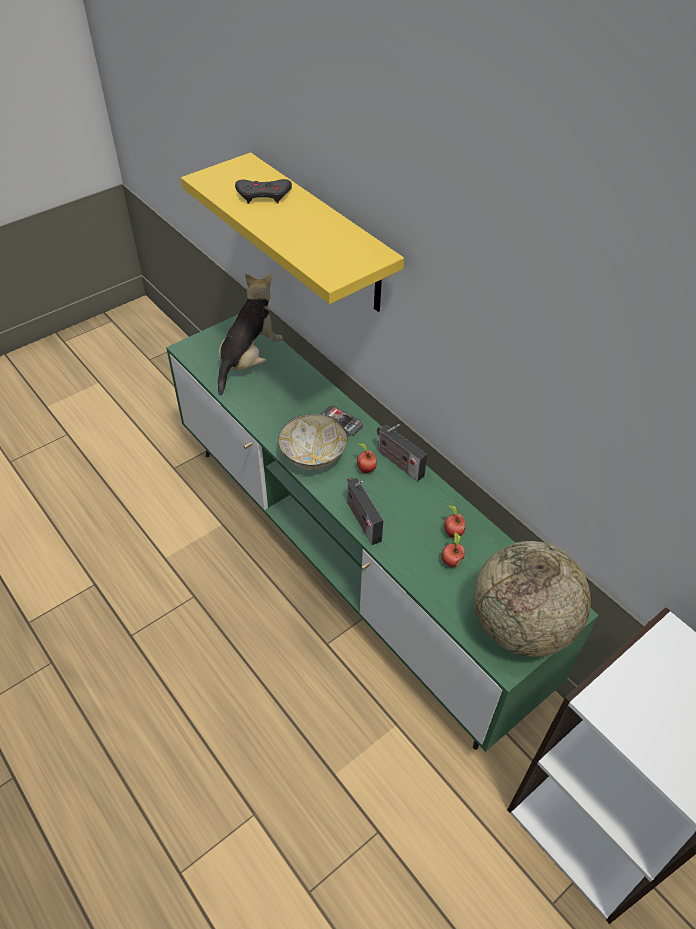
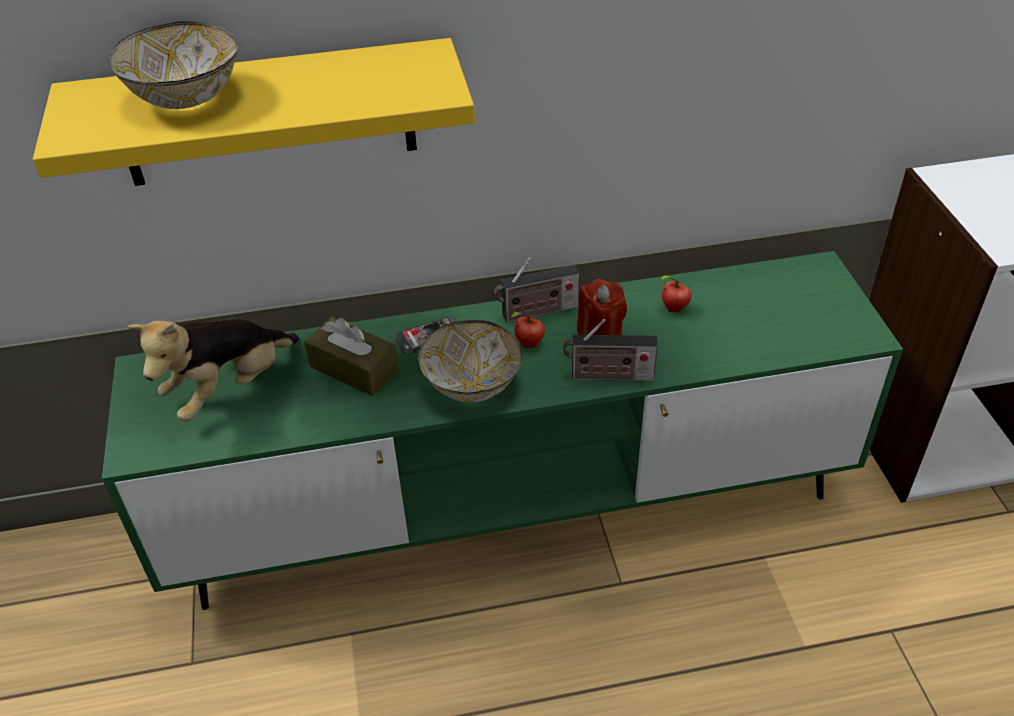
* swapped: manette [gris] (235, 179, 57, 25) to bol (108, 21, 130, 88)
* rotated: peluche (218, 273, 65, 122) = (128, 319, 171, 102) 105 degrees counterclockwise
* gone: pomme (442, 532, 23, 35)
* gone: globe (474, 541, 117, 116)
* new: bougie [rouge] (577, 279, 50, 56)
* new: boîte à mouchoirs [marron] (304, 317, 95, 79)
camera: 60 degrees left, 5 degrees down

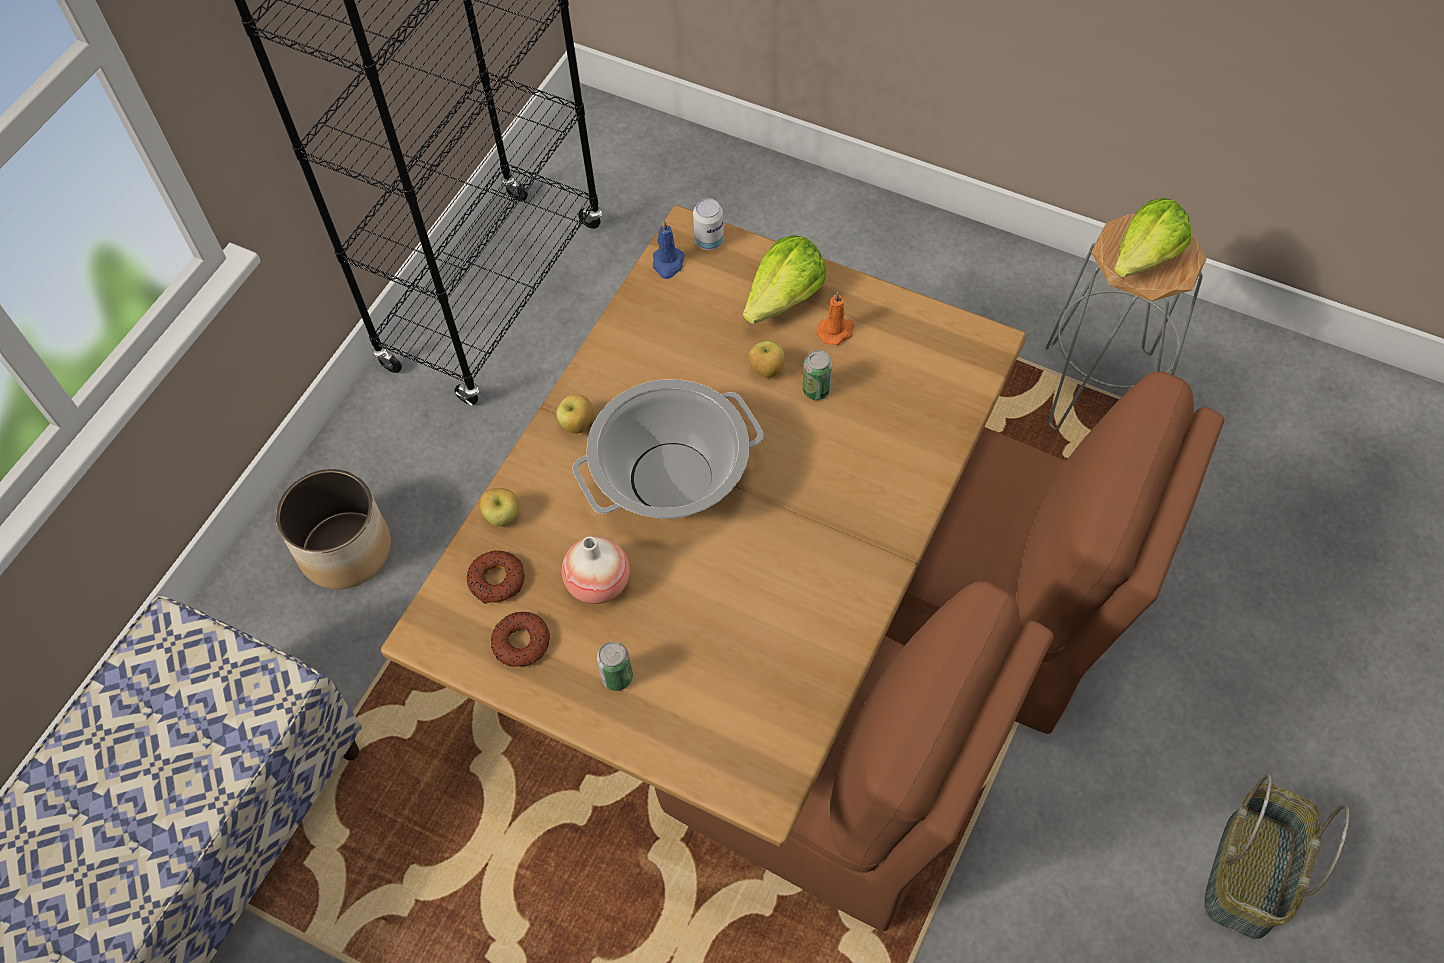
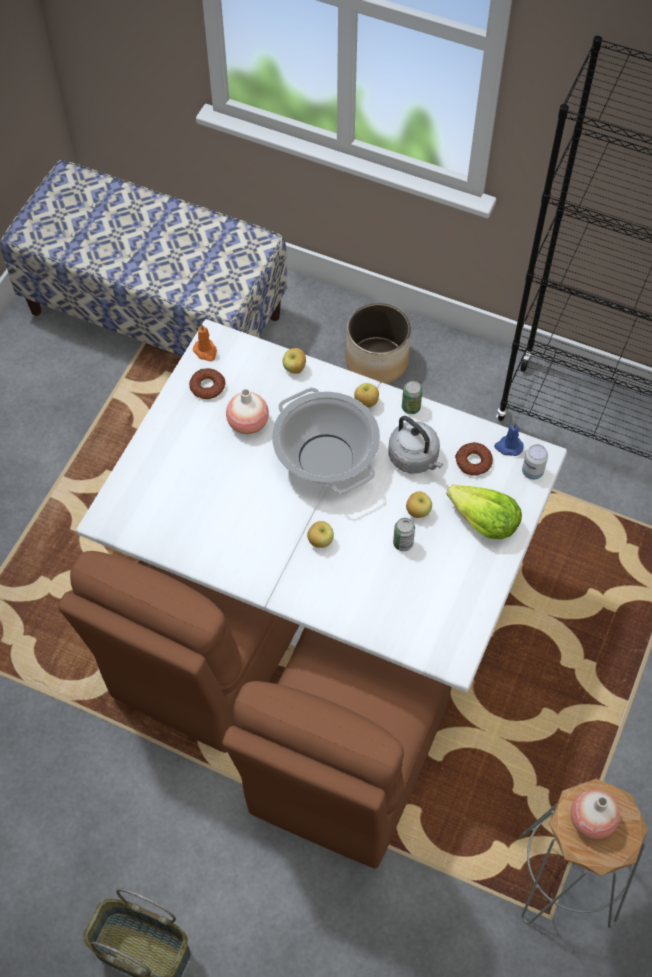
* swapped: laitue (1114, 198, 77, 79) to vase (571, 790, 49, 49)
* repainted: table à manger [marron] (381, 205, 645, 642) to table à manger [blanc] (76, 319, 491, 373)
* shifted: bougie [orange] (817, 291, 38, 54) to (193, 324, 24, 37)
* shifted: beignet (466, 550, 59, 54) to (455, 442, 38, 34)
* shifted: boîte métallique (597, 642, 36, 49) to (402, 381, 21, 33)
* new: bouilloire [gris] (388, 416, 55, 58)
* new: pomme (307, 521, 27, 27)
camera: 85 degrees right, 0 degrees up

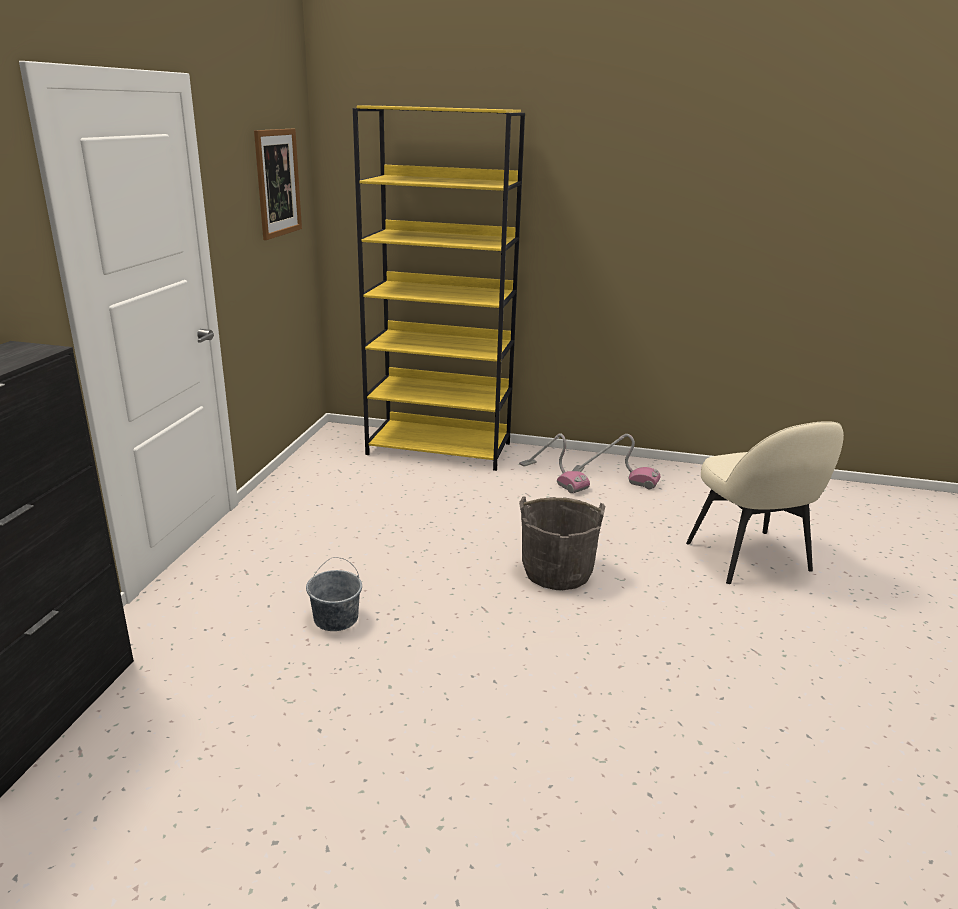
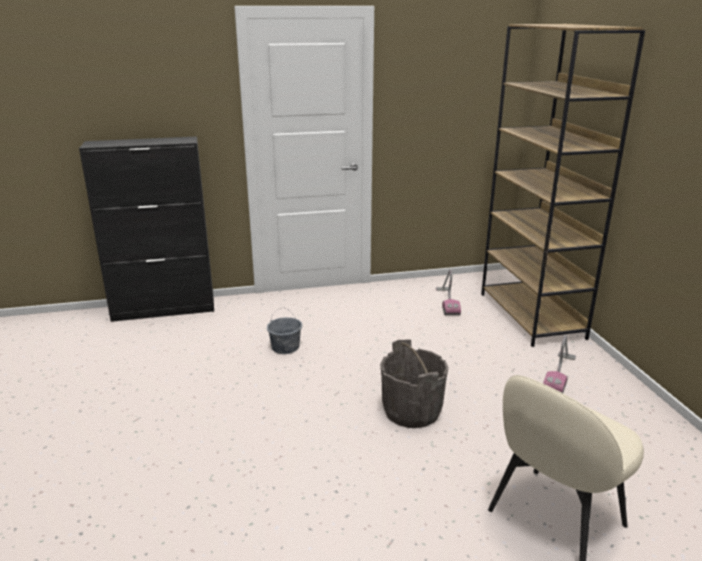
* repainted: bibliothèque [jaune] (353, 105, 172, 366) to bibliothèque [marron] (481, 24, 164, 323)
* gone: tableau (254, 129, 48, 111)
* shifted: aspirateur (572, 434, 88, 55) to (436, 269, 25, 46)
camera: 65 degrees right, 0 degrees up

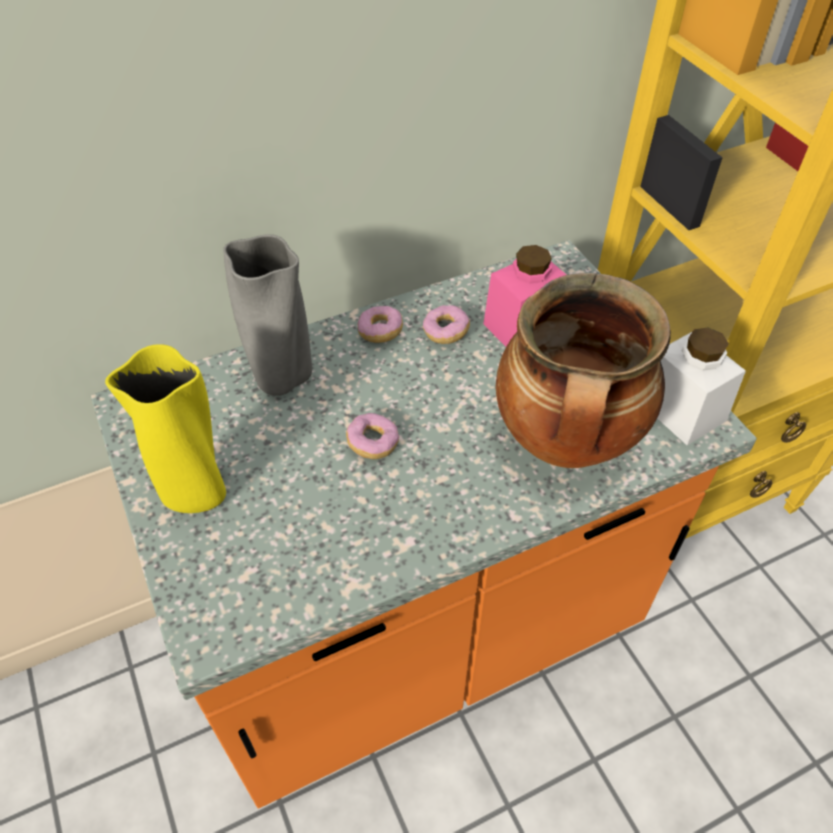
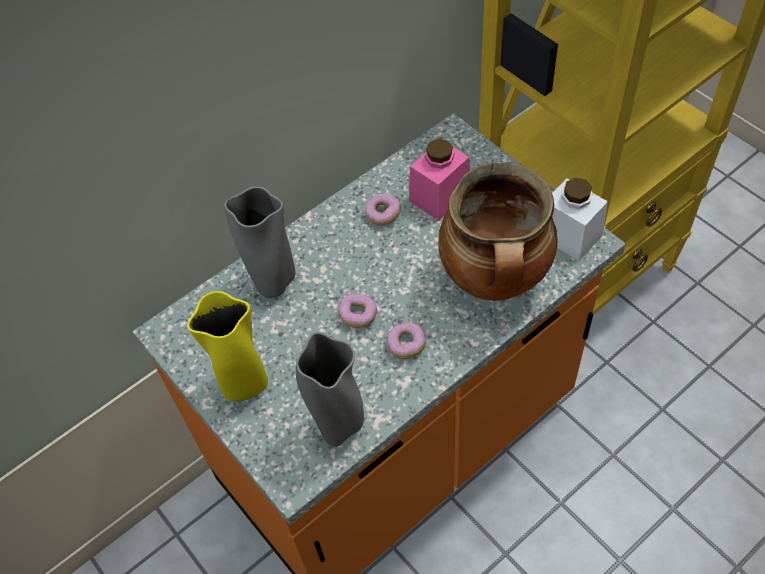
* shifted: beignet (358, 306, 45, 37) to (387, 322, 39, 37)
* new: vase [gris] (296, 332, 68, 115)
camera: 10 degrees left, 5 degrees up

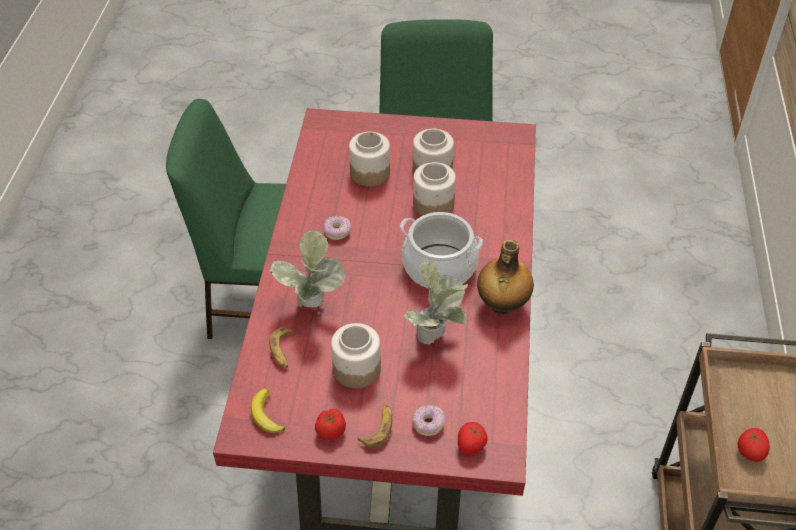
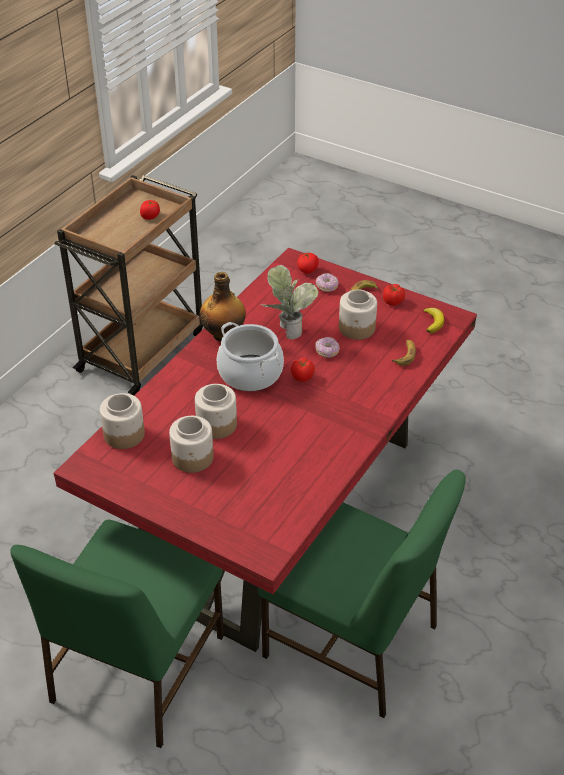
* shifted: bocal (349, 131, 41, 56) to (100, 393, 45, 56)
* shifted: beignet (324, 216, 27, 24) to (315, 337, 25, 21)
* gone: plante en pot (269, 230, 77, 78)
* new: tomate (291, 358, 24, 24)
camera: 155 degrees left, 5 degrees down

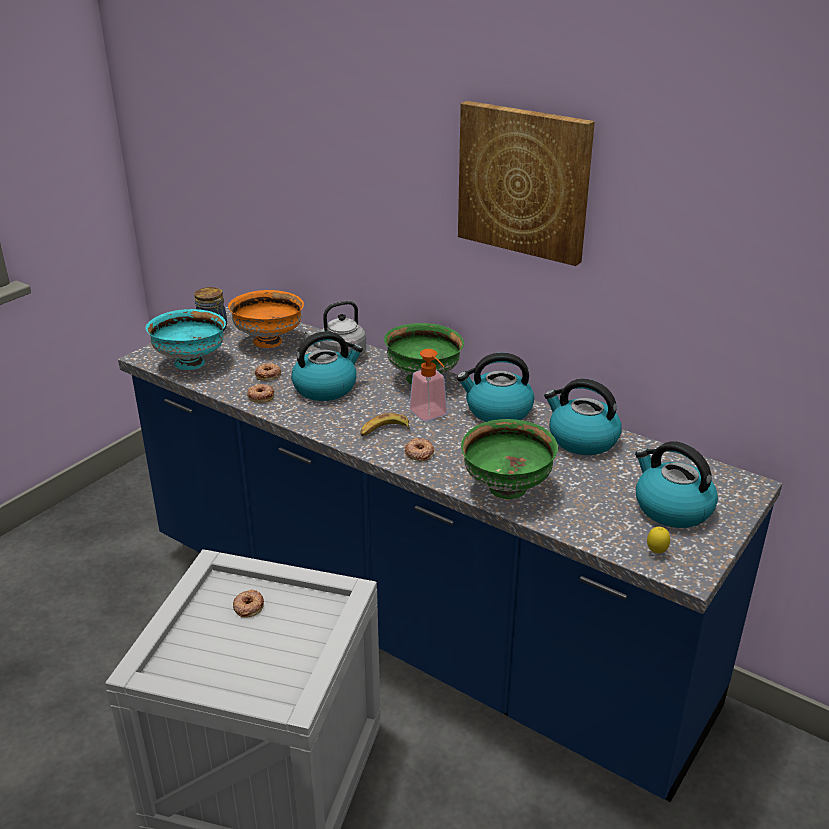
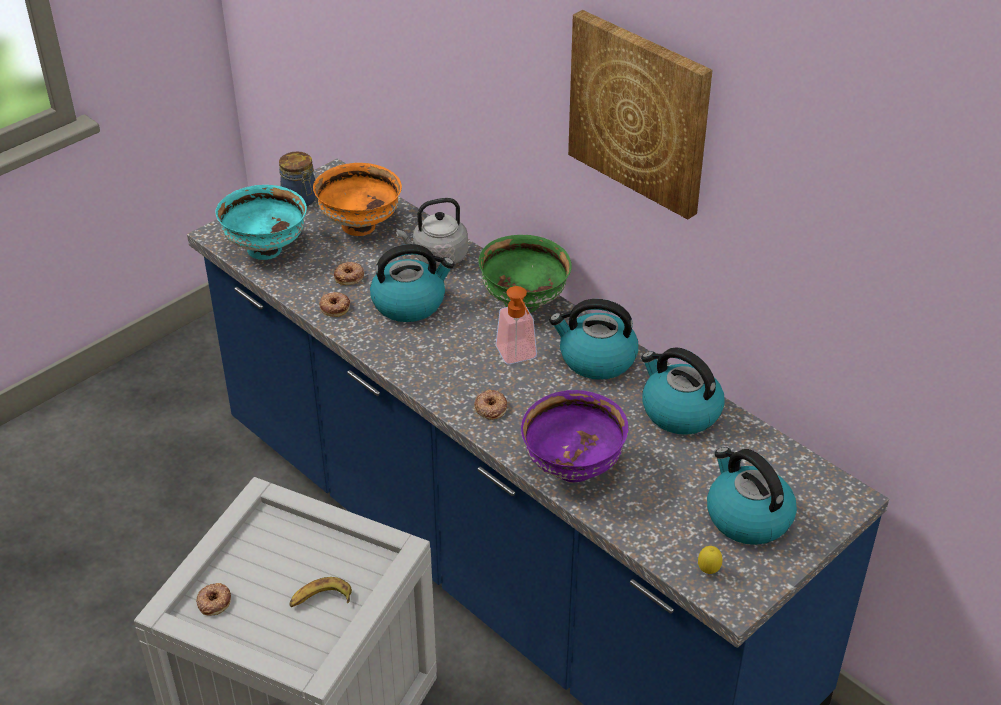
* shifted: banane (360, 413, 50, 23) to (289, 577, 63, 30)
* repainted: bol [vert] (461, 419, 97, 80) to bol [violet] (521, 390, 107, 92)
* shifted: beignet (233, 590, 31, 28) to (196, 583, 35, 33)
camera: 10 degrees right, 10 degrees up

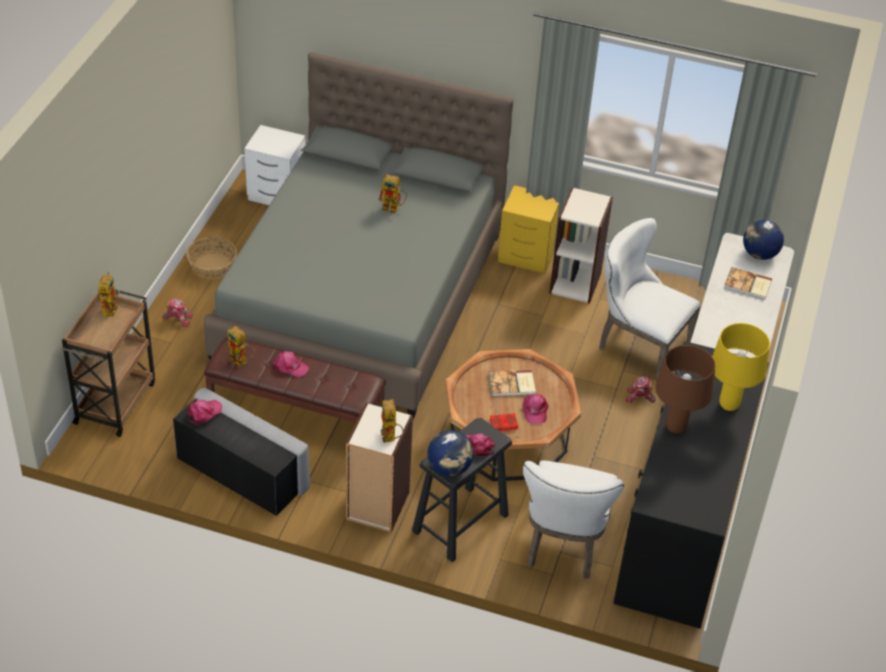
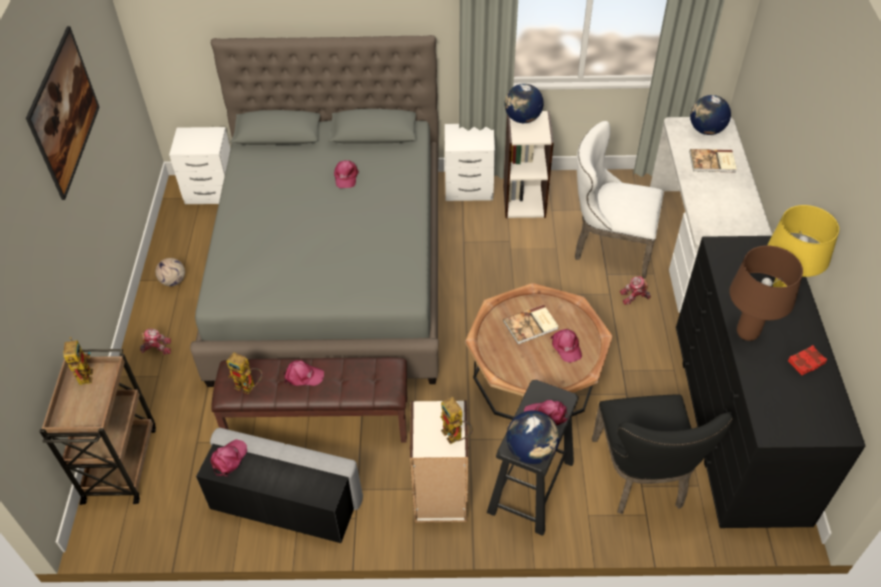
* swapped: robot jouet (378, 175, 29, 38) to casquette [rose] (334, 160, 25, 28)
* repainted: table de chevet [jaune] (498, 185, 61, 89) to table de chevet [blanc] (445, 124, 50, 77)
* swapped: panier (186, 237, 51, 42) to ballon de foot (155, 258, 30, 28)
* shifted: livre [rouge] (490, 413, 29, 18) to (788, 345, 39, 30)
* repainted: chaise [blanc] (523, 460, 101, 119) to chaise [noir] (592, 394, 141, 120)
* new: tableau (26, 26, 74, 174)
* new: globe (505, 84, 39, 39)
camera: 15 degrees left, 5 degrees up

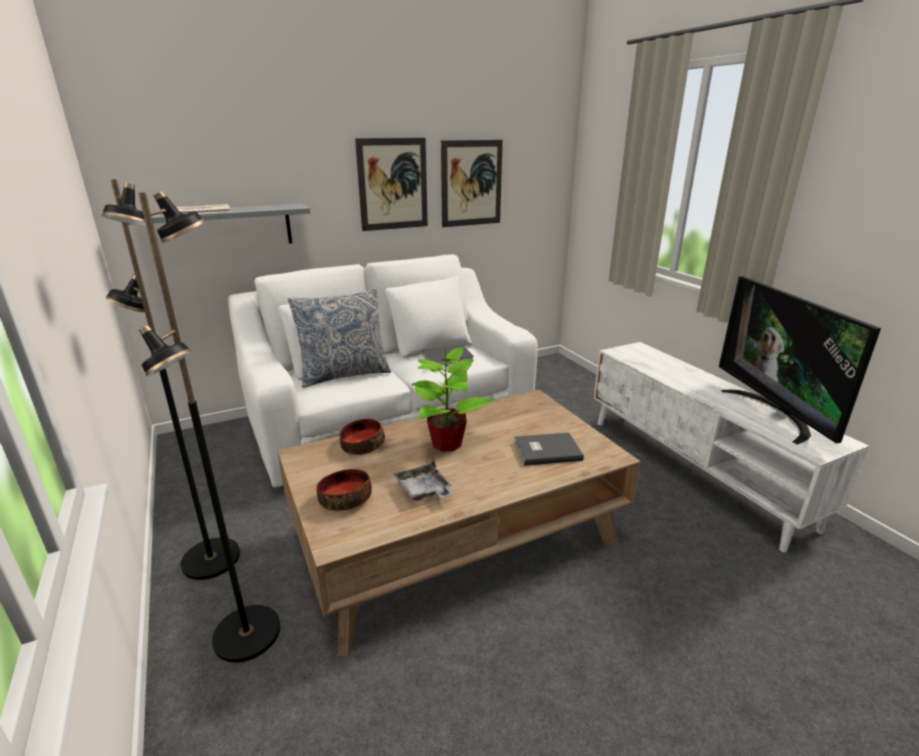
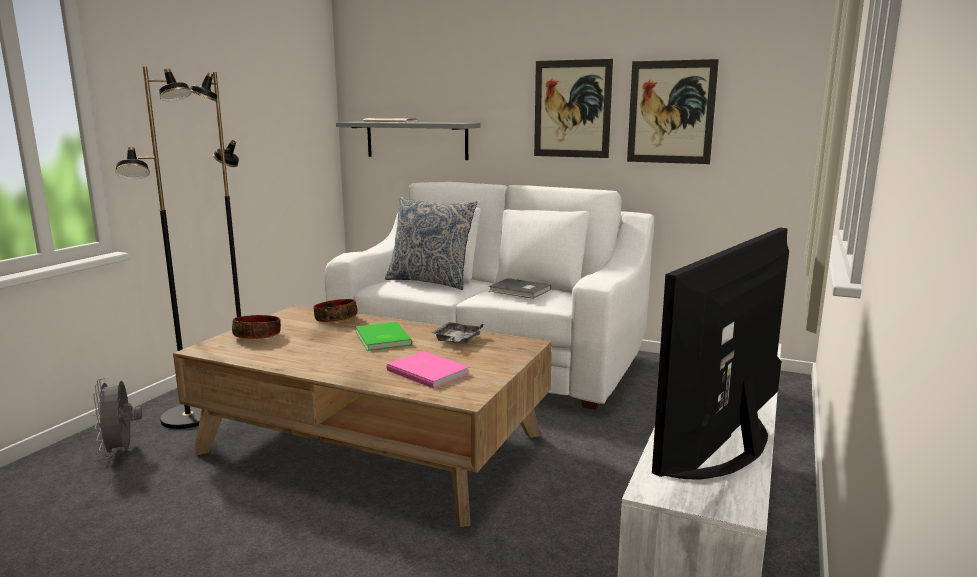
* swapped: plante en pot (411, 347, 84, 105) to livre [vert] (355, 322, 57, 29)
* repainted: livre [gris] (514, 433, 70, 33) to livre [rose] (386, 351, 84, 37)
* shifted: plateau [gris] (394, 460, 60, 41) to (431, 322, 52, 22)
* new: ventilateur [gris] (93, 378, 49, 80)
camera: 50 degrees right, 10 degrees down

